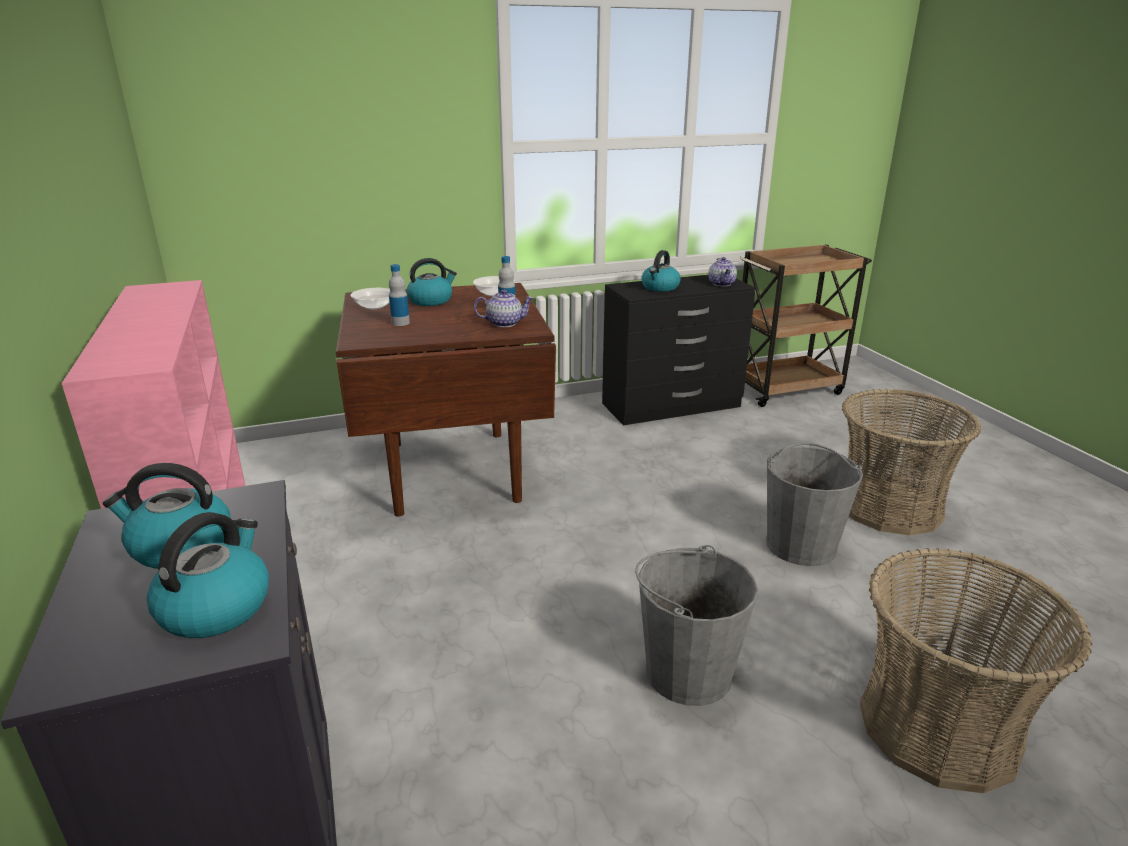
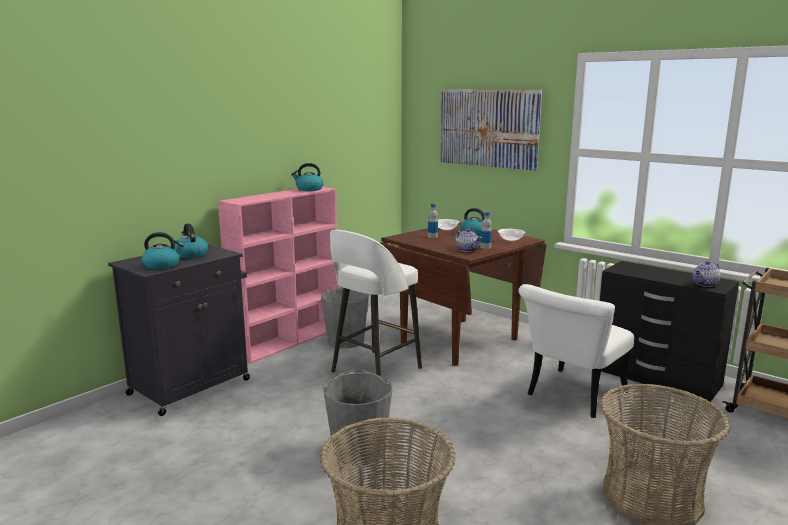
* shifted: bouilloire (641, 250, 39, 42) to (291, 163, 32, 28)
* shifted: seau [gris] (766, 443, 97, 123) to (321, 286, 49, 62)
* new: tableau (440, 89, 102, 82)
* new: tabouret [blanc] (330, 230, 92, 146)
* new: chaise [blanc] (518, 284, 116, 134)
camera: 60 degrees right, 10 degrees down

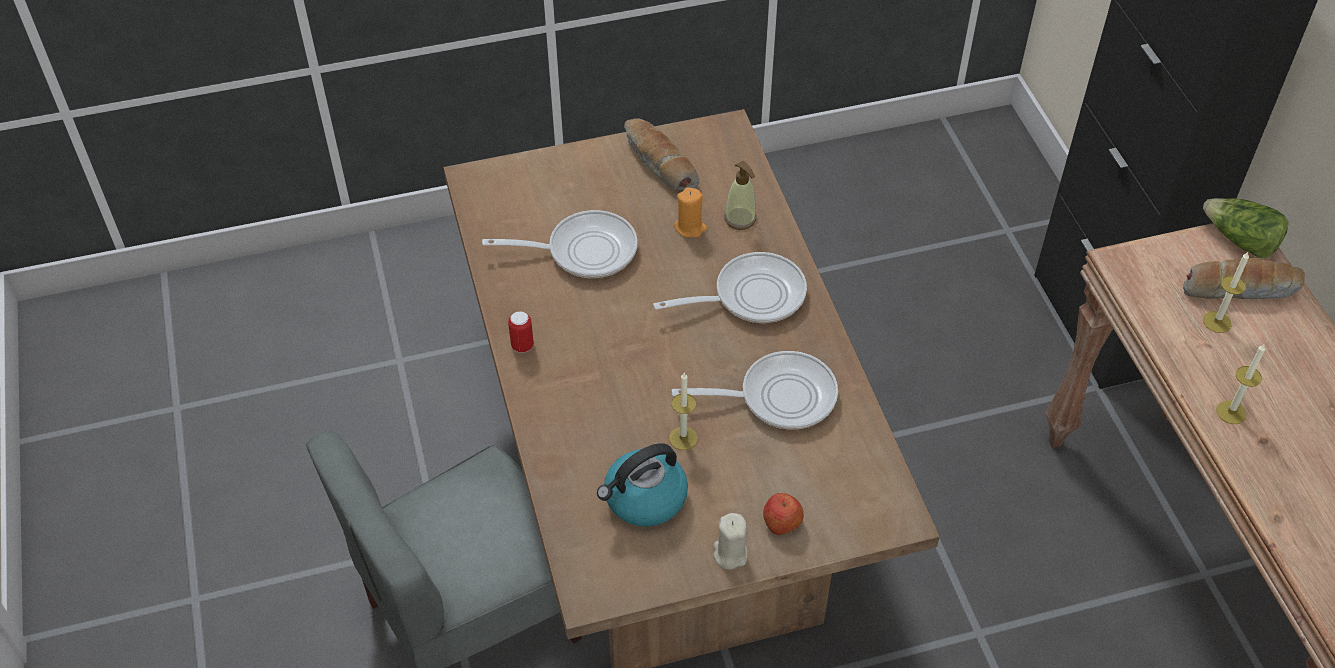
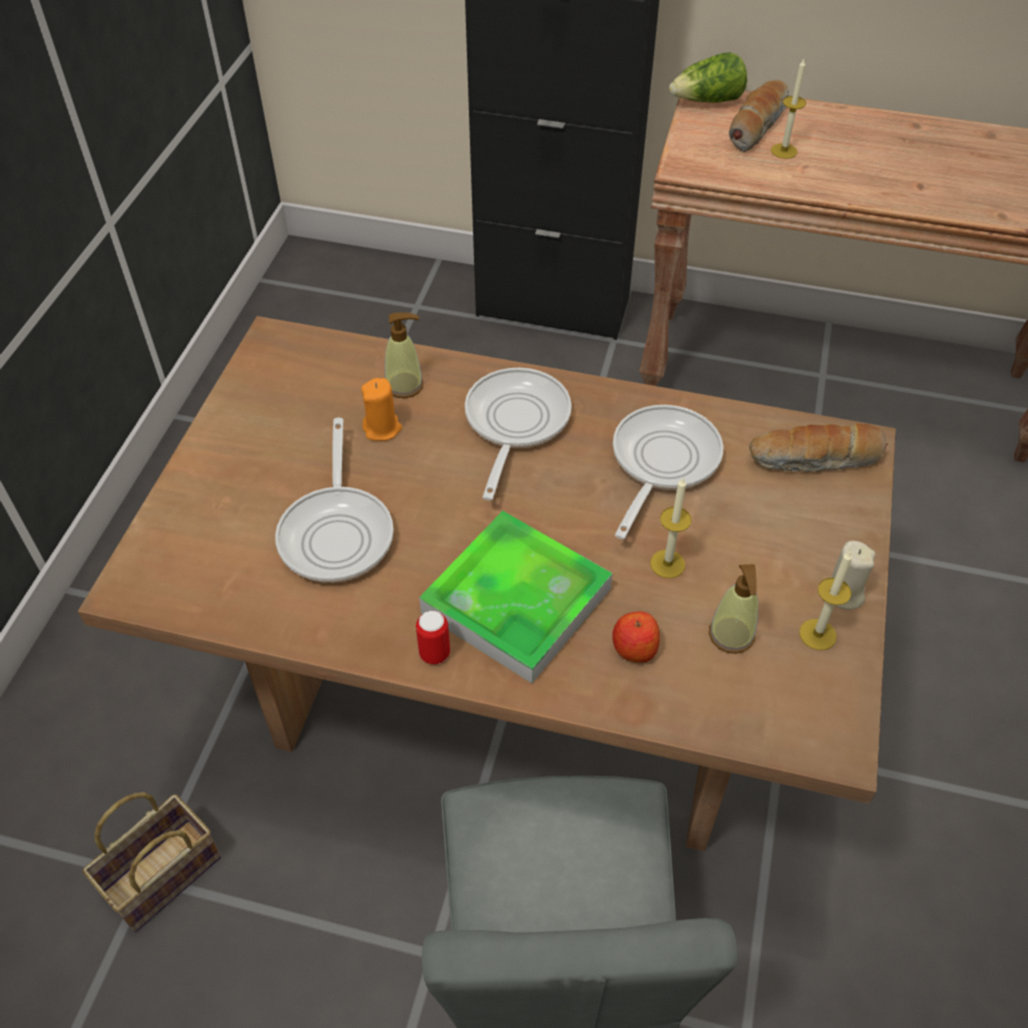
* shifted: pain (624, 118, 75, 73) to (749, 423, 139, 49)
* rotated: poêle (482, 210, 156, 68) = (275, 418, 119, 165) 150 degrees clockwise
* shifted: bougie (1216, 343, 49, 81) to (799, 550, 53, 100)
* swapped: bouilloire (597, 443, 91, 84) to distributeur de savon (709, 564, 49, 90)
* shifted: pomme (763, 493, 41, 42) to (612, 611, 48, 52)
* new: plateau (419, 511, 194, 172)
* new: panier (83, 792, 138, 140)
camera: 60 degrees left, 0 degrees up

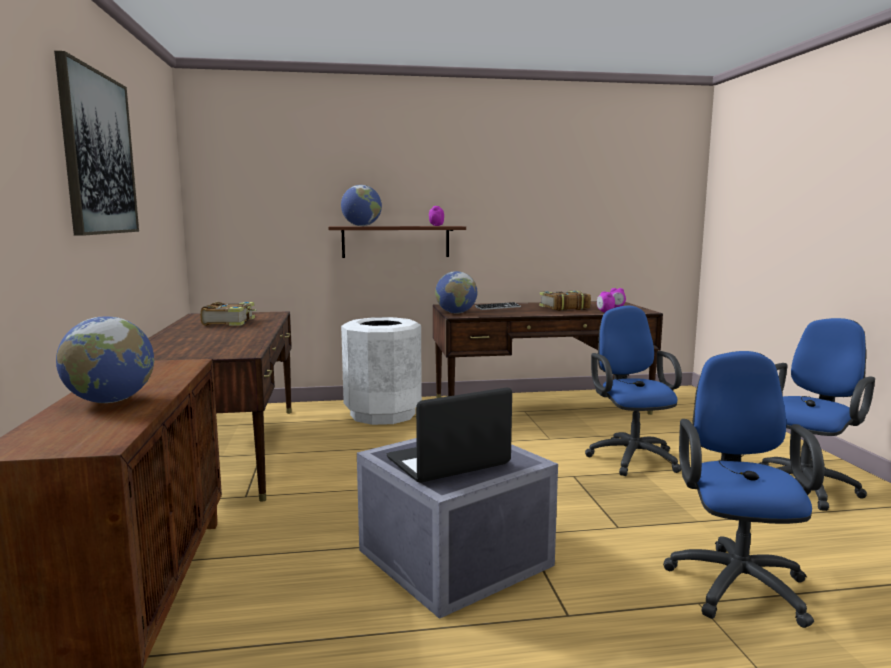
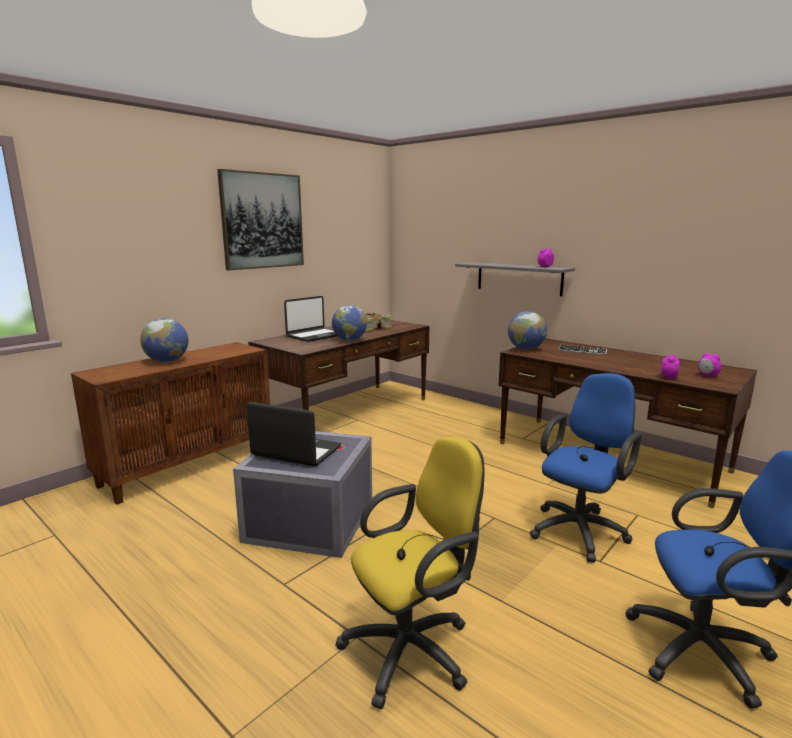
* shifted: globe (341, 185, 41, 41) to (332, 305, 35, 36)
* repainted: étagère [marron] (328, 226, 138, 32) to étagère [gris] (455, 262, 120, 34)
* gone: livre (539, 291, 52, 20)
* gone: poubelle [blanc] (341, 317, 81, 108)
* repainted: chaise de bureau [bleu] (663, 351, 161, 277) to chaise de bureau [jaune] (335, 437, 150, 272)
* new: ordinateur portable (284, 296, 53, 46)
camera: 50 degrees right, 5 degrees up

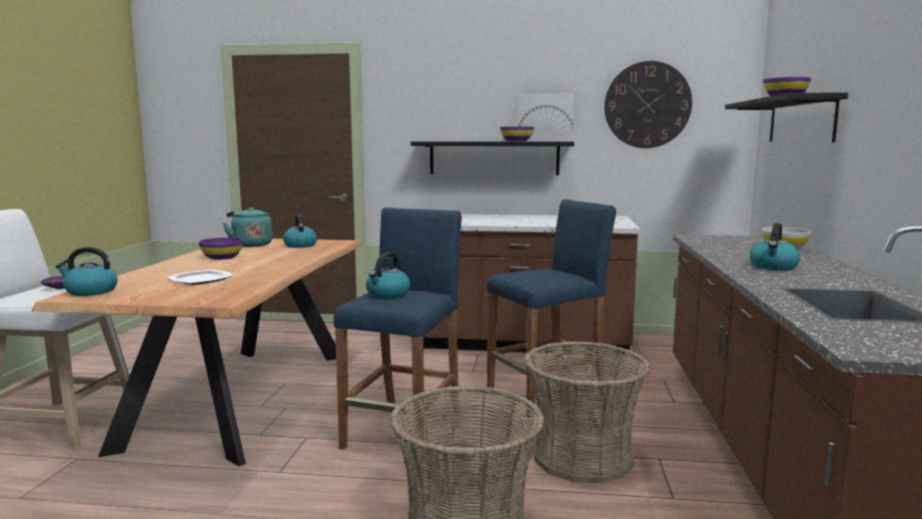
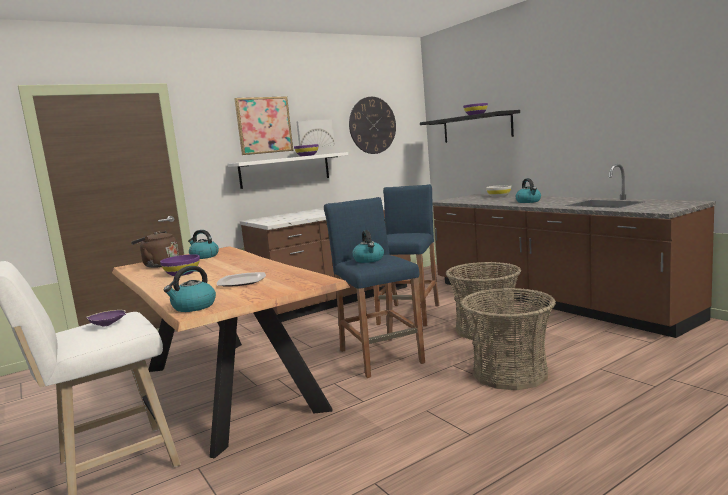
* repainted: étagère [noir] (411, 141, 163, 34) to étagère [blanc] (228, 152, 120, 37)
* repainted: bouilloire [turquoise] (223, 207, 50, 40) to bouilloire [marron] (131, 231, 48, 37)
* new: tableau (234, 96, 59, 59)
camera: 40 degrees left, 0 degrees up

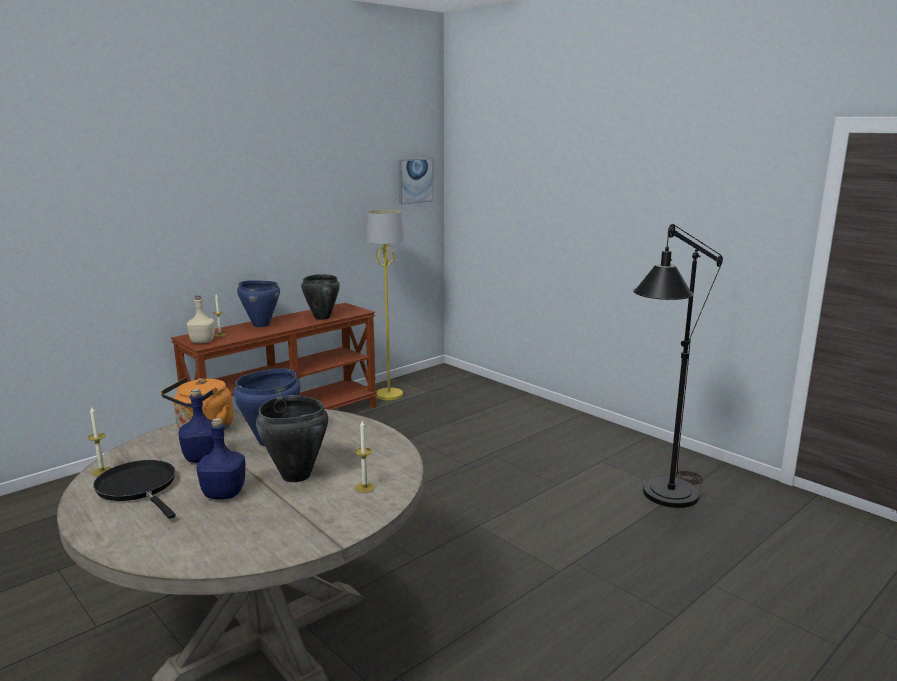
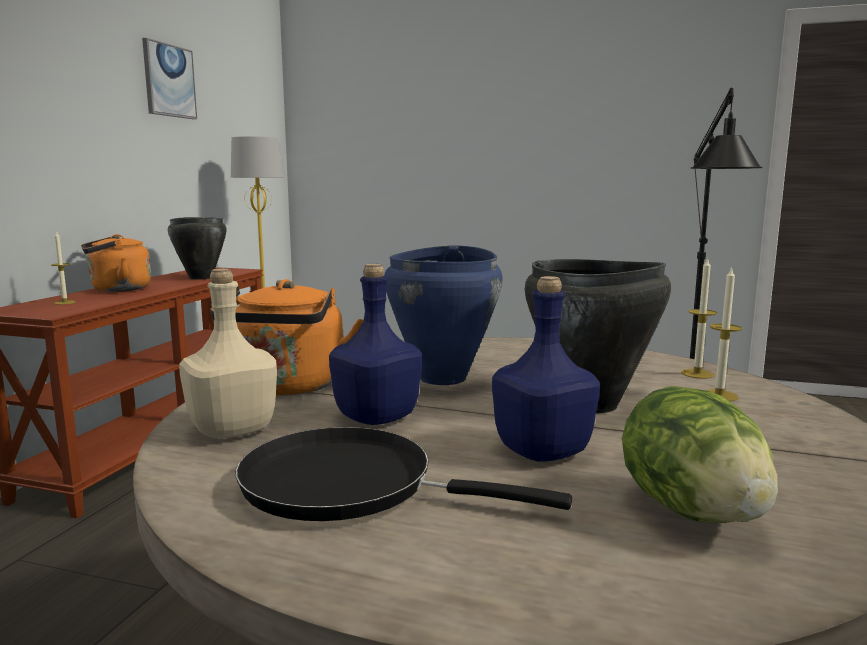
* shifted: tableau (398, 158, 36, 47) to (142, 38, 55, 81)
* swapped: marmite [bleu] (237, 281, 43, 46) to bouilloire [orange] (81, 234, 70, 58)
* shifted: bouteille [beige] (187, 295, 28, 48) to (179, 268, 98, 170)
* shifted: bougie (88, 407, 23, 69) to (681, 257, 36, 122)
* new: laitue (622, 386, 156, 137)
camera: 30 degrees left, 5 degrees down

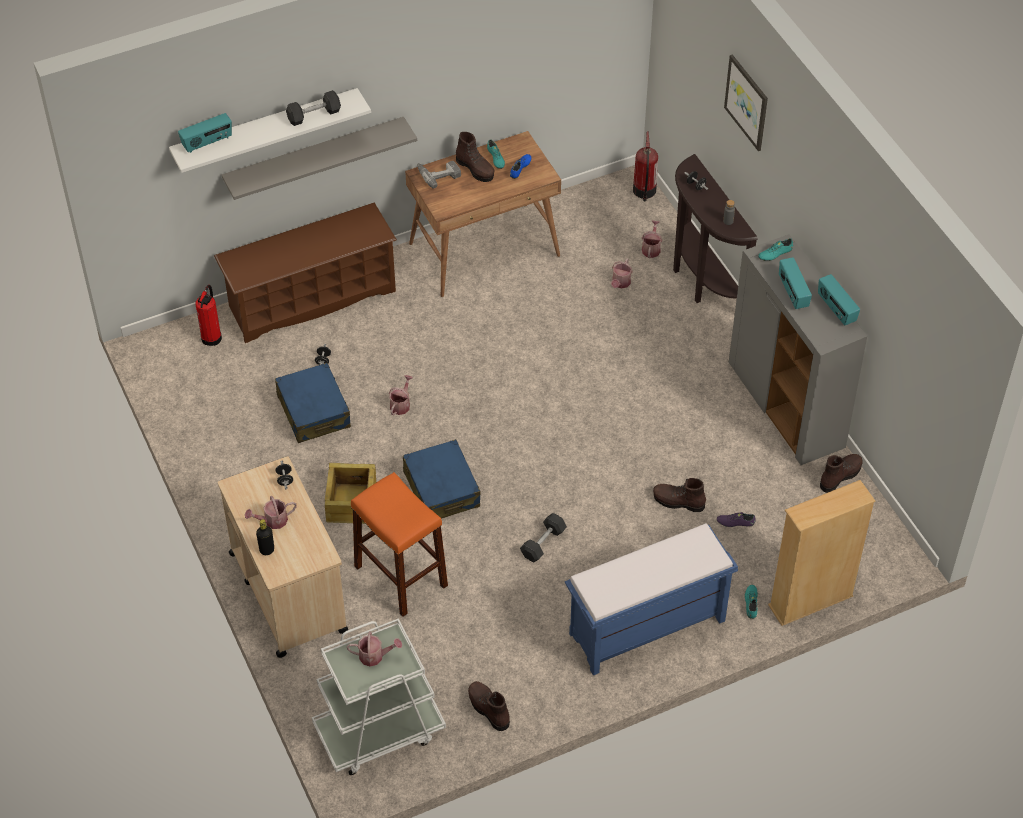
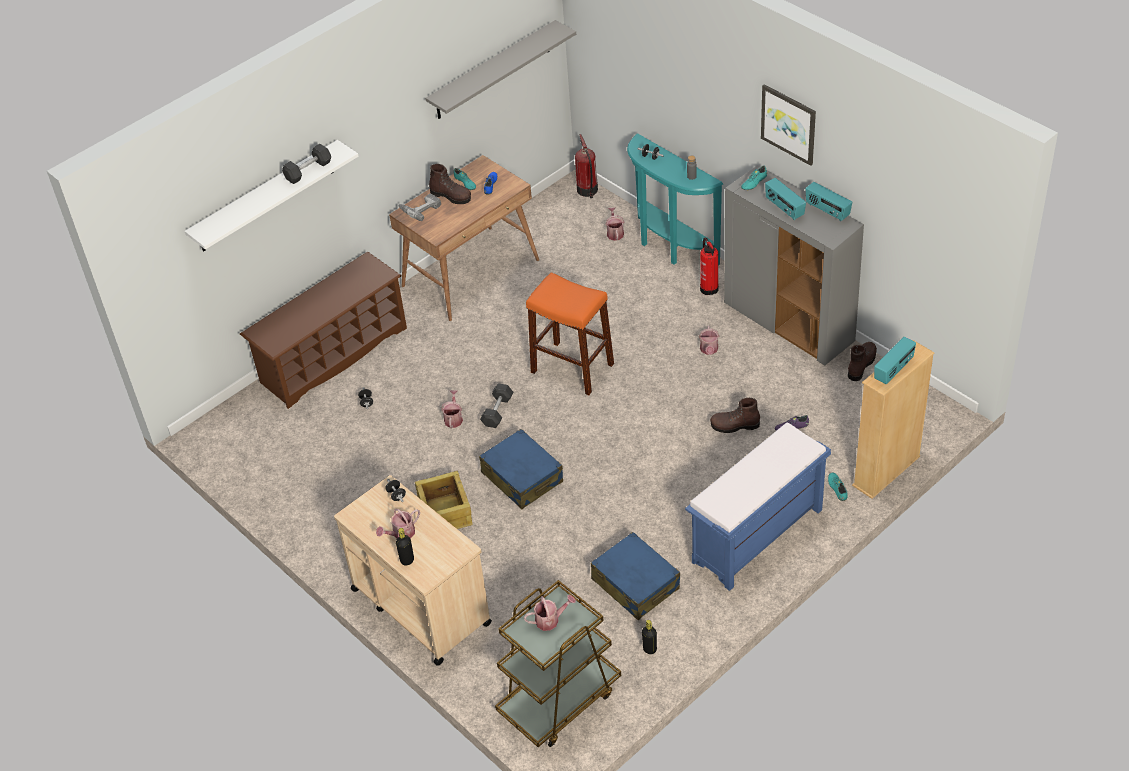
* shifted: tableau (724, 54, 44, 97) to (761, 84, 55, 82)
* shifted: radio (178, 113, 54, 40) to (874, 337, 42, 48)
* shifted: étagère [gris] (222, 117, 195, 83) to (425, 20, 151, 99)
* repainted: table console [marron] (673, 154, 85, 149) to table console [turquoise] (627, 133, 96, 133)
* shifted: arrosoir (611, 258, 22, 31) to (699, 326, 20, 29)
* shifted: extincteur (196, 285, 26, 61) to (700, 237, 19, 58)
* shifted: valise [bleu] (275, 363, 76, 80) to (591, 532, 89, 88)
* shifted: tabouret [orange] (351, 472, 97, 145) to (526, 272, 88, 123)
* shifted: haltère [gris] (520, 513, 47, 49) to (480, 383, 33, 45)
* repainted: chariot [blanc] (312, 618, 134, 157) to chariot [marron] (495, 580, 126, 167)
* swapped: botte [marron] (468, 681, 42, 50) to bouteille [noir] (642, 620, 15, 34)
camera: 15 degrees left, 5 degrees down

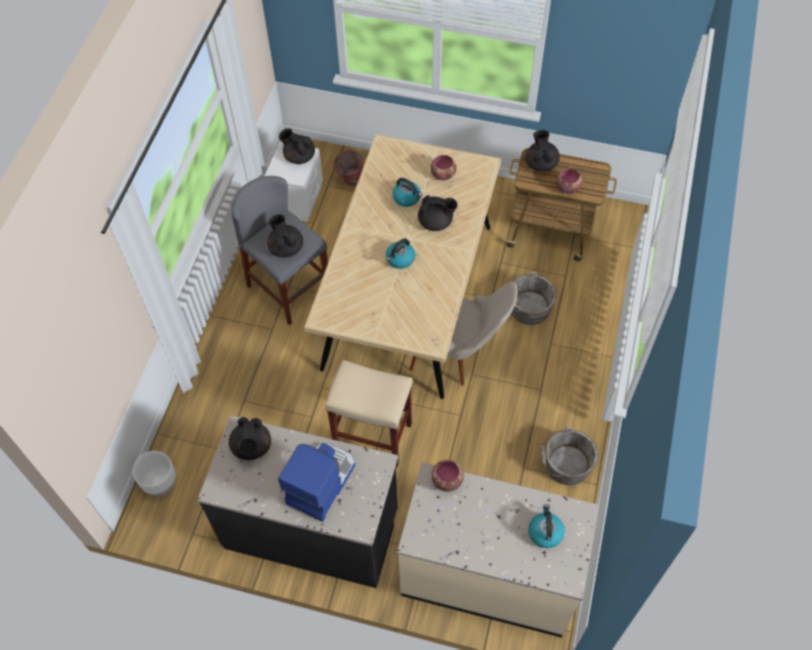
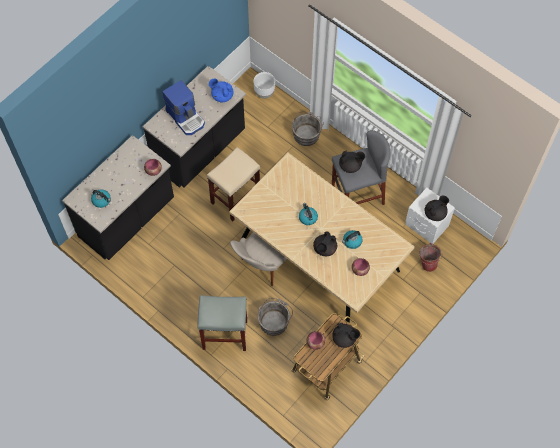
* repainted: théière [noir] (229, 417, 42, 43) to théière [bleu] (209, 78, 25, 24)
* shifted: seau [gris] (540, 427, 58, 58) to (292, 112, 32, 34)
* repainted: comptoir de cuisine [beige] (397, 462, 202, 176) to comptoir de cuisine [noir] (62, 135, 112, 125)
* new: tabouret [gris] (198, 295, 49, 56)
camera: 115 degrees right, 5 degrees up

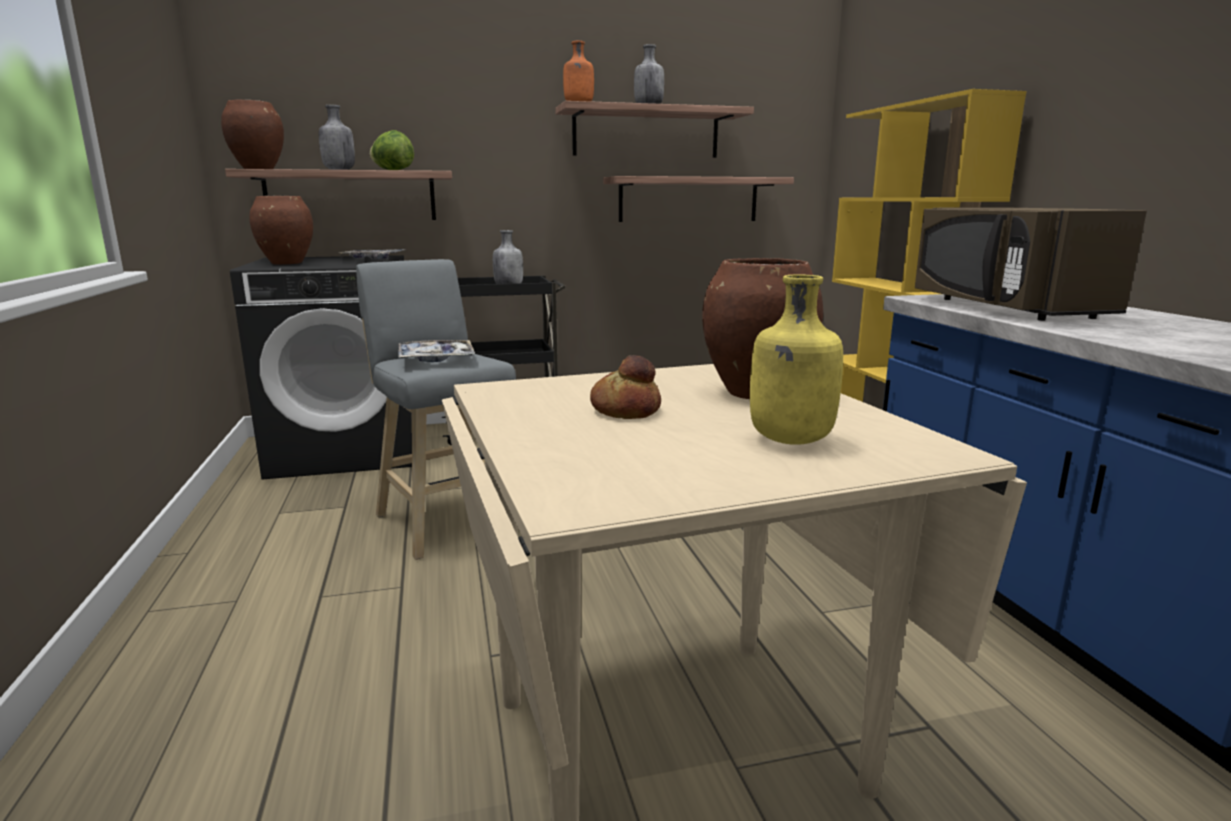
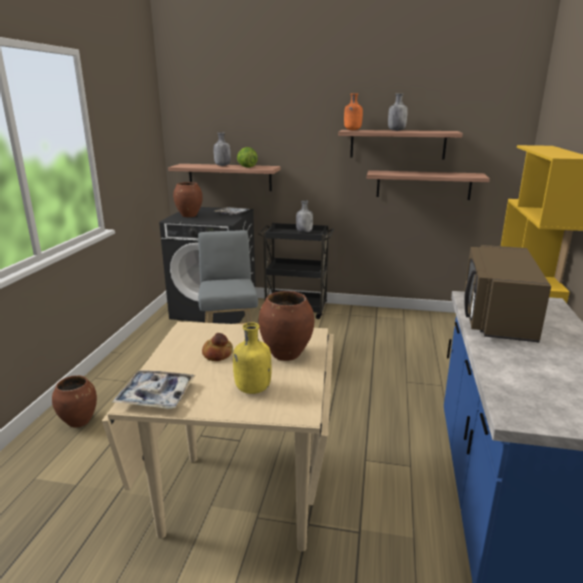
* shifted: vase [marron] (221, 99, 63, 70) to (52, 375, 45, 53)
* shifted: plateau (398, 340, 77, 22) to (112, 370, 83, 39)
camera: 25 degrees right, 5 degrees up

